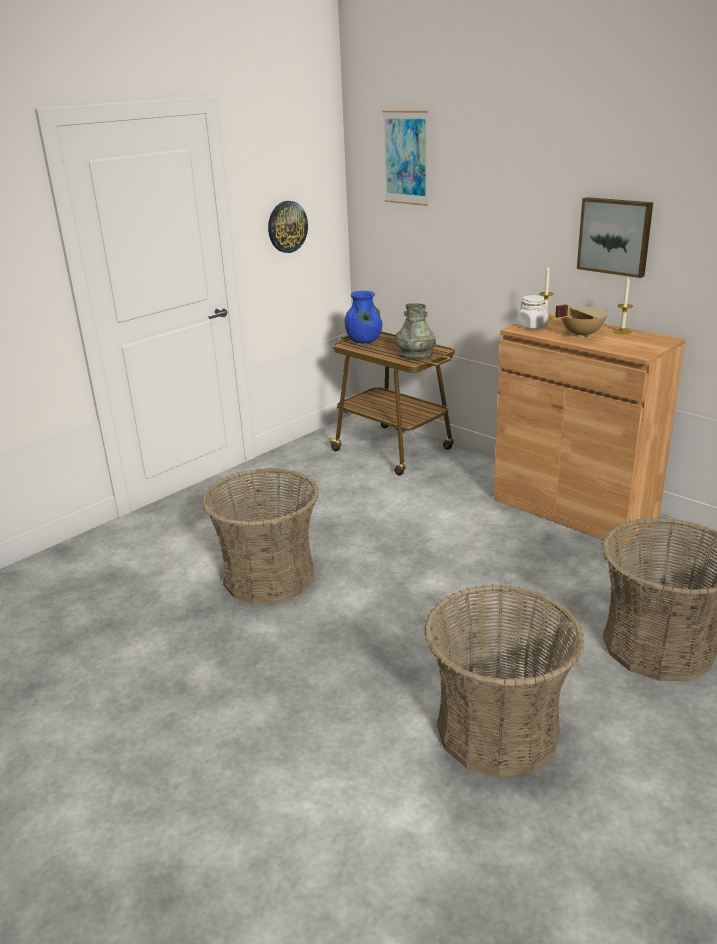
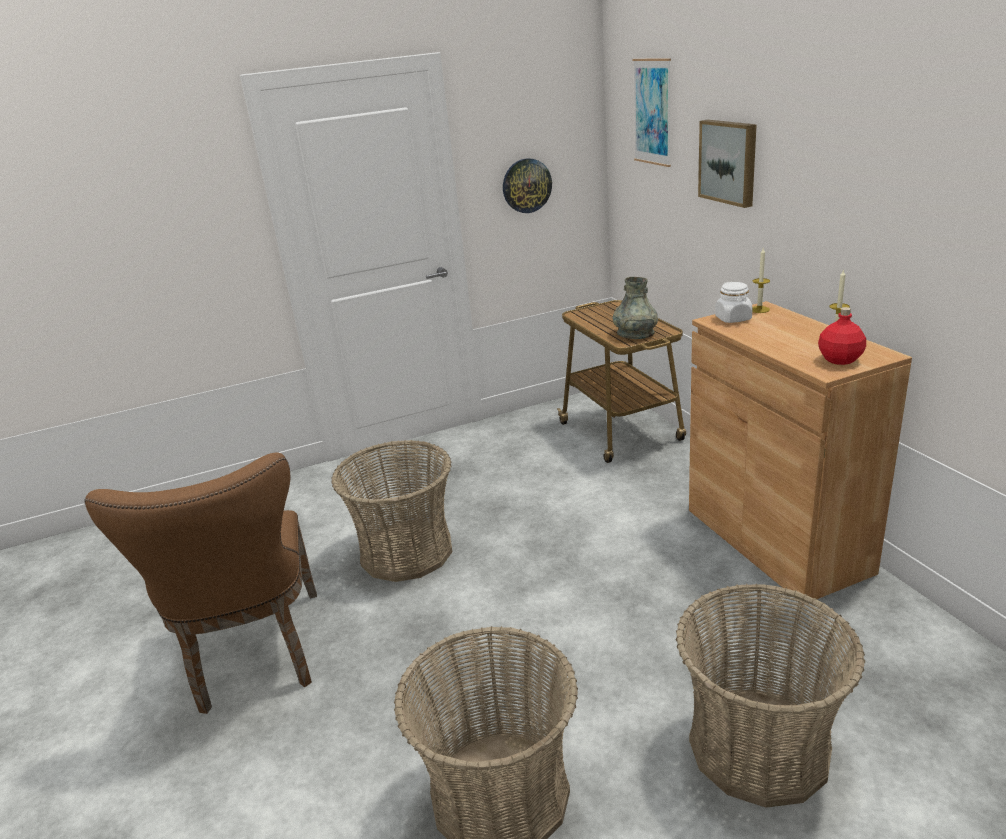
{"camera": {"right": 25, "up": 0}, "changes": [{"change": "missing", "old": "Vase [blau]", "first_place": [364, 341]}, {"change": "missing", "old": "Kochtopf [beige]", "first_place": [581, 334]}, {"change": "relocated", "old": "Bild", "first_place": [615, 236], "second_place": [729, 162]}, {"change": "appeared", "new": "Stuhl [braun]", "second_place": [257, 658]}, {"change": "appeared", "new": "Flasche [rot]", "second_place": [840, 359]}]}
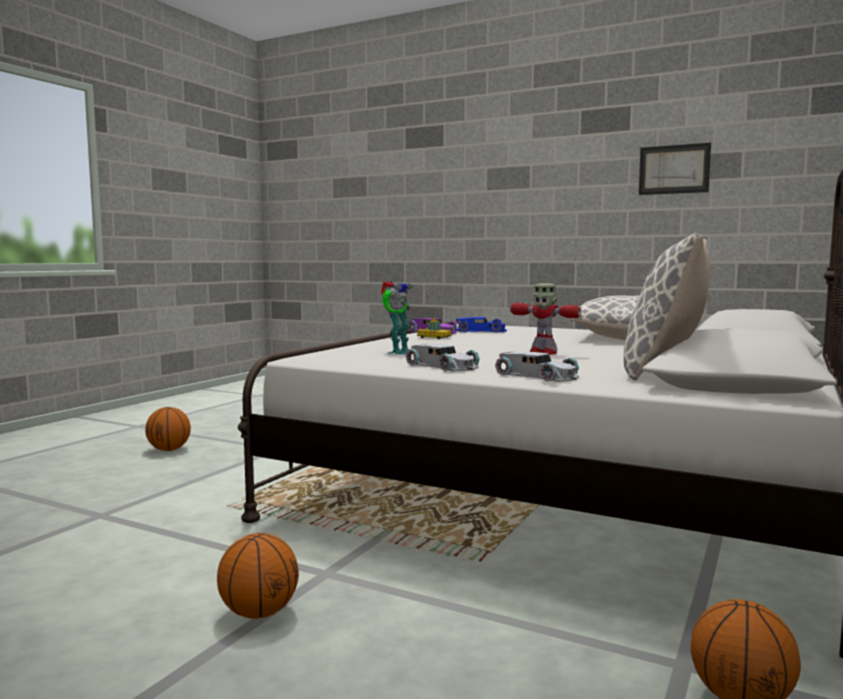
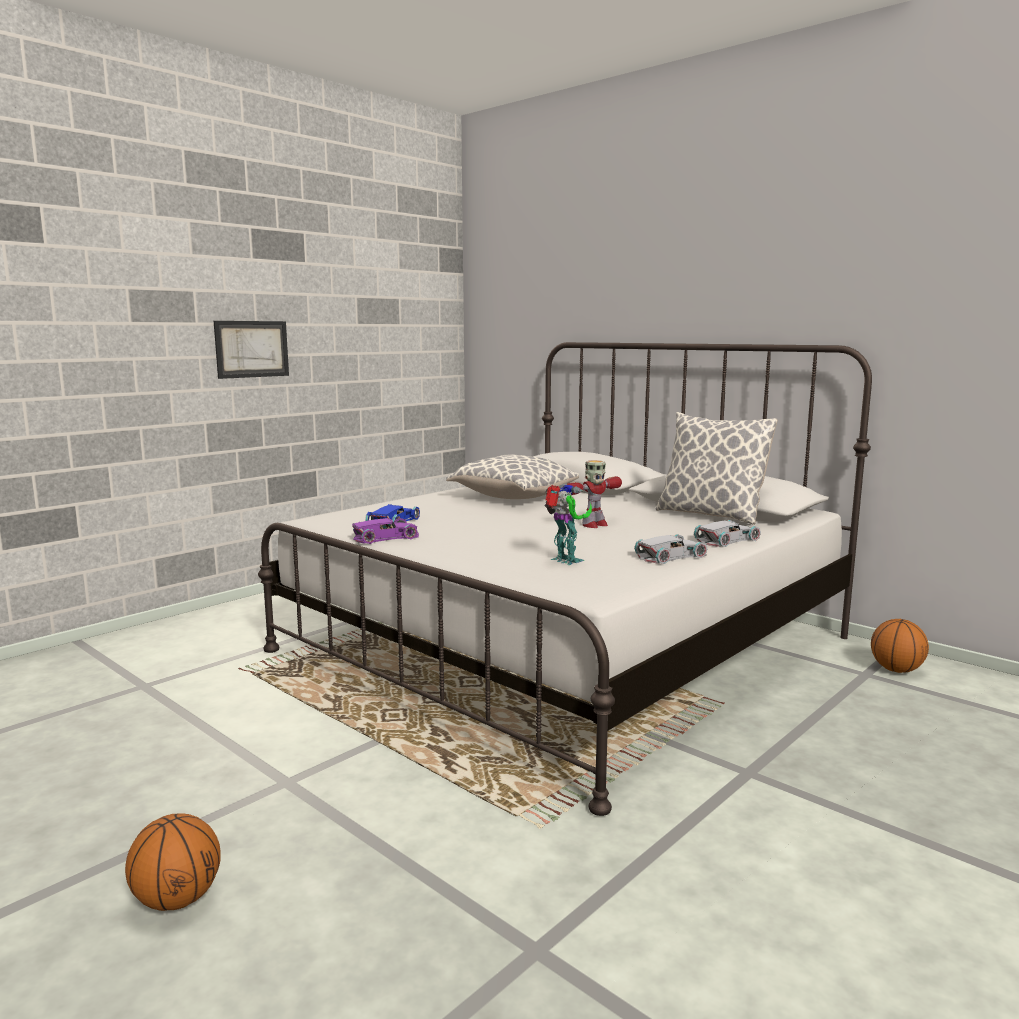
{"camera": {"right": -75, "up": 5}, "changes": [{"change": "missing", "old": "Basketball", "first_place": [259, 613]}, {"change": "missing", "old": "Spielzeugauto", "first_place": [434, 337]}, {"change": "relocated", "old": "Bild", "first_place": [674, 169], "second_place": [252, 349]}]}
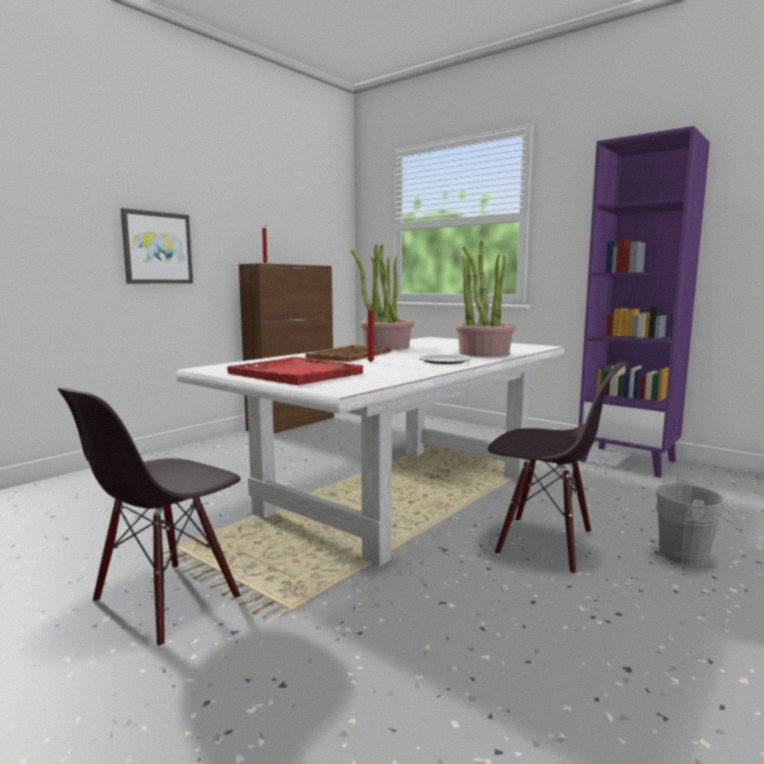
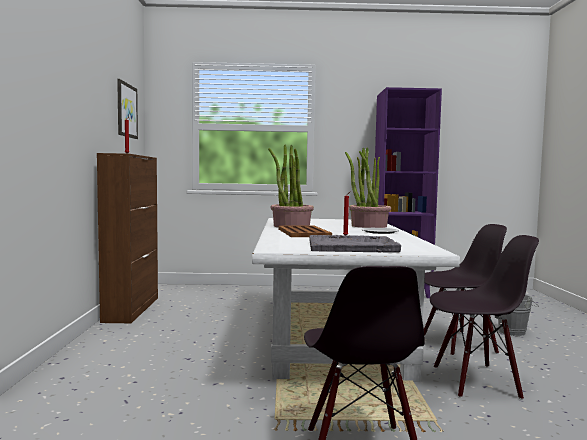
{"camera": {"right": -40, "up": -5}, "changes": [{"change": "relocated", "old": "Bild", "first_place": [157, 248], "second_place": [126, 110]}, {"change": "colour", "old": "Tablett [rot]", "new": "Tablett [grau]", "first_place": [296, 373], "second_place": [352, 246]}, {"change": "appeared", "new": "Stuhl [schwarz]", "second_place": [475, 381]}]}
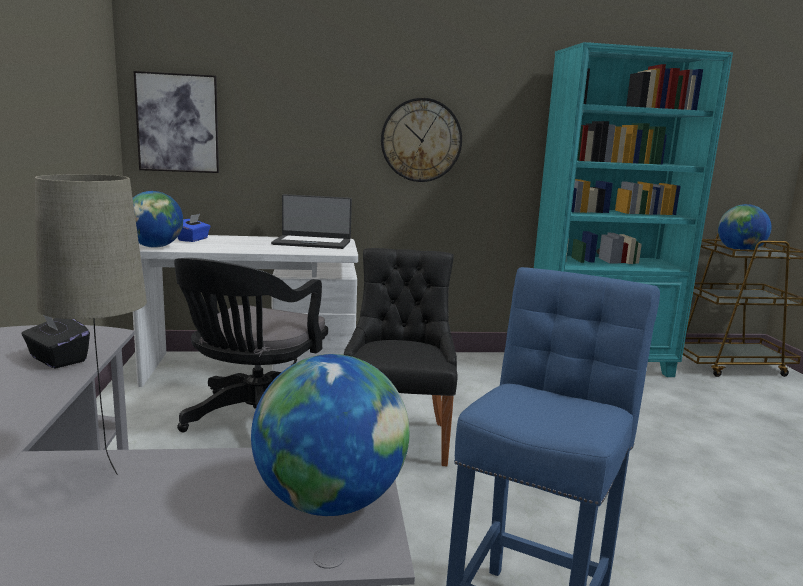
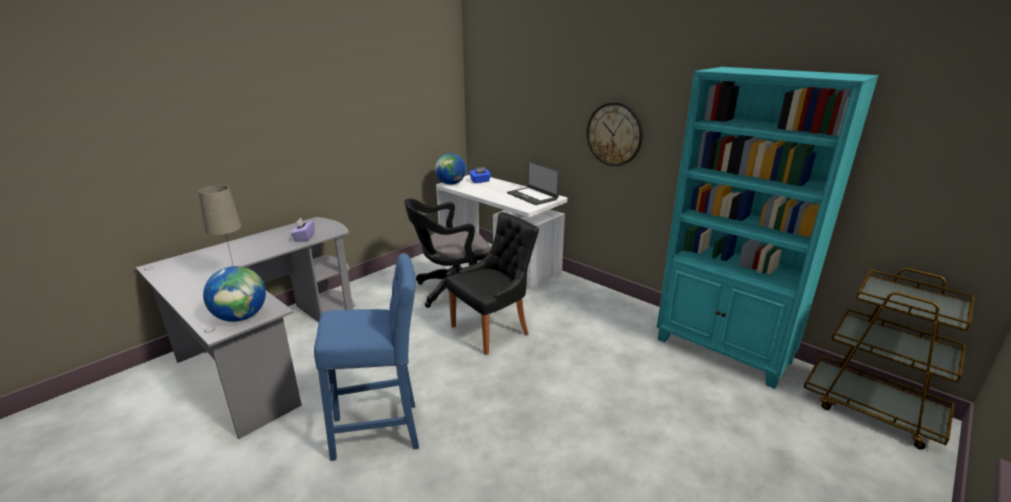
{"camera": {"right": 50, "up": 10}, "changes": [{"change": "colour", "old": "Taschentuchbox [schwarz]", "new": "Taschentuchbox [lila]", "first_place": [57, 359], "second_place": [304, 237]}, {"change": "missing", "old": "Bild", "first_place": [178, 123]}, {"change": "missing", "old": "Globus", "first_place": [739, 251]}]}
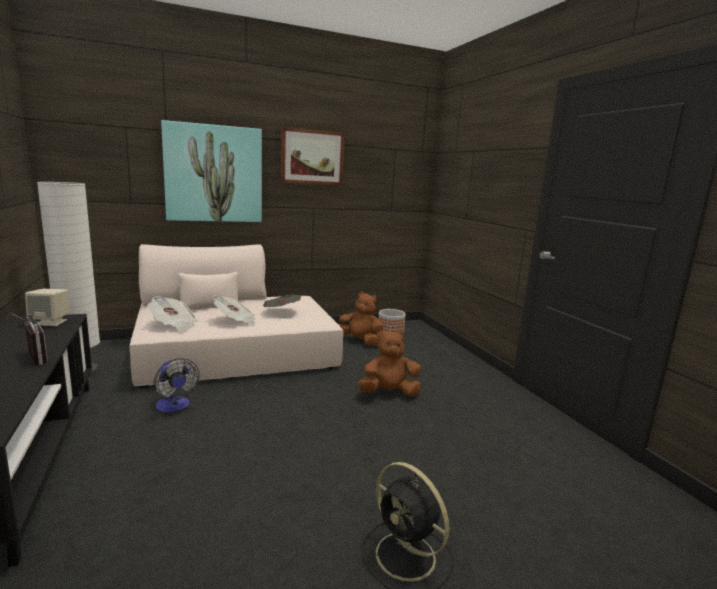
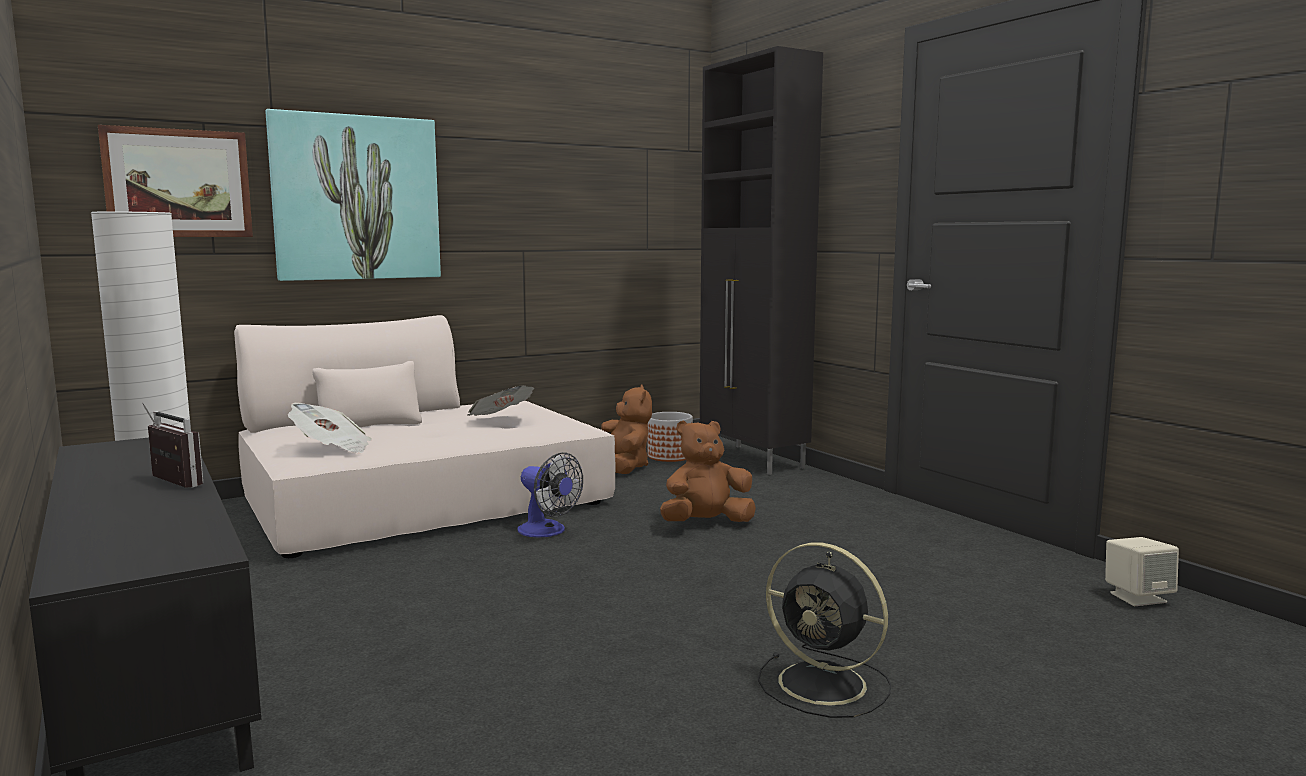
{"camera": {"right": -10, "up": -5}, "changes": [{"change": "relocated", "old": "Lautsprecher [beige]", "first_place": [51, 322], "second_place": [1137, 597]}, {"change": "relocated", "old": "Ventilator", "first_place": [174, 407], "second_place": [547, 531]}, {"change": "missing", "old": "Zeitung", "first_place": [235, 321]}, {"change": "relocated", "old": "Bild", "first_place": [312, 157], "second_place": [178, 183]}, {"change": "spun", "old": "Plüschtier [braun]", "first_place": [359, 341], "second_place": [623, 467], "degrees": 60}, {"change": "appeared", "new": "Schrank [schwarz]", "second_place": [753, 460]}]}
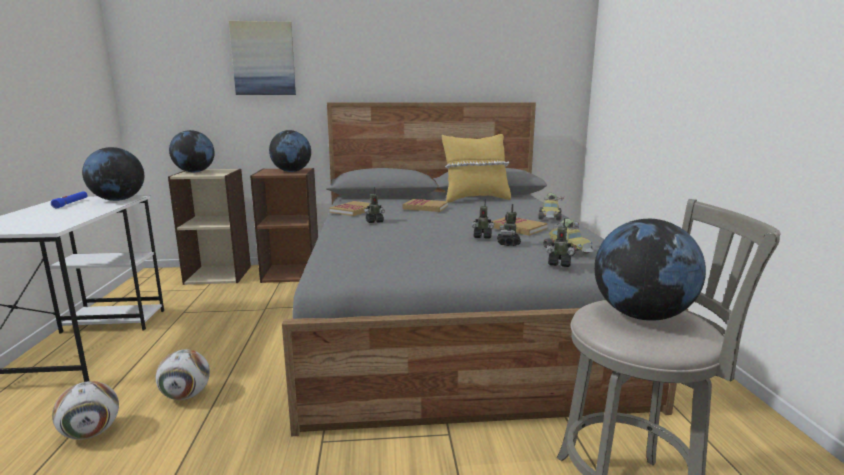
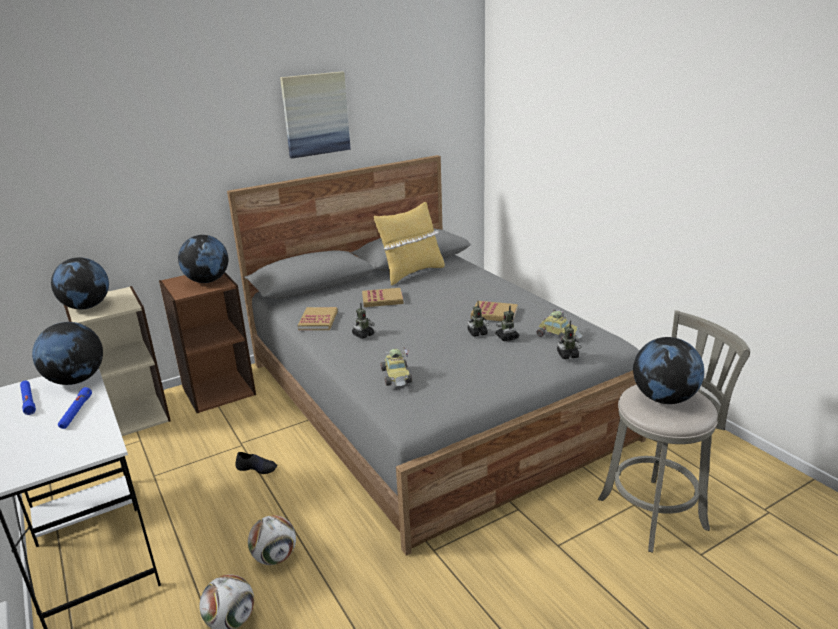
{"camera": {"right": -25, "up": 10}, "changes": [{"change": "relocated", "old": "Bild", "first_place": [263, 59], "second_place": [315, 114]}, {"change": "relocated", "old": "Spielzeugauto", "first_place": [550, 217], "second_place": [397, 376]}, {"change": "appeared", "new": "Taschenlampe [blau]", "second_place": [76, 412]}, {"change": "appeared", "new": "Schuh [schwarz]", "second_place": [257, 468]}]}
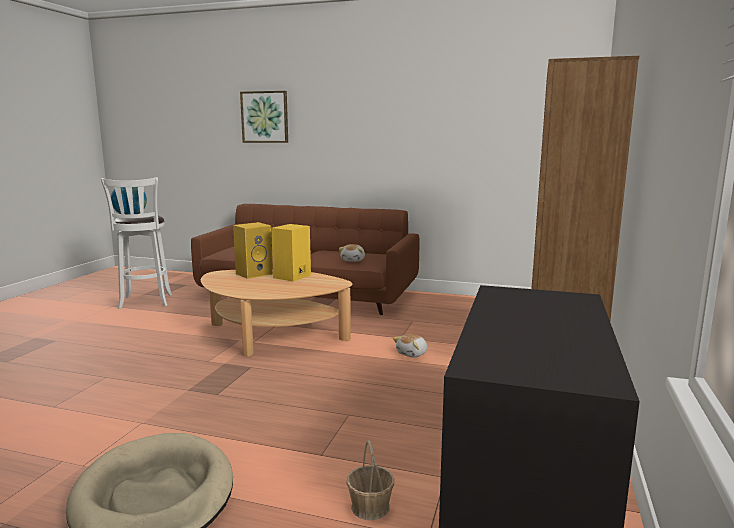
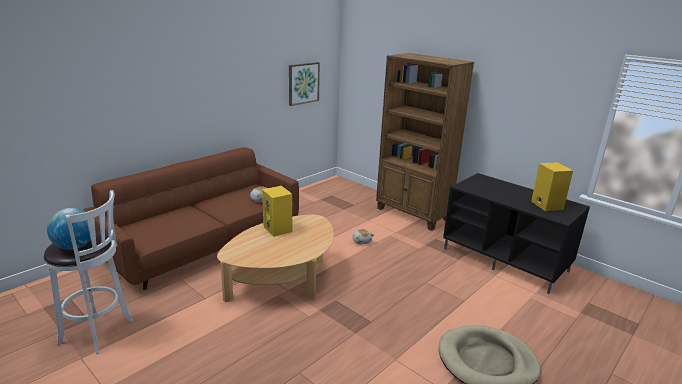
{"camera": {"right": -65, "up": 10}, "changes": [{"change": "relocated", "old": "Lautsprecher [gelb]", "first_place": [254, 273], "second_place": [546, 205]}, {"change": "relocated", "old": "Bild", "first_place": [265, 117], "second_place": [303, 83]}, {"change": "missing", "old": "Korb", "first_place": [370, 507]}]}
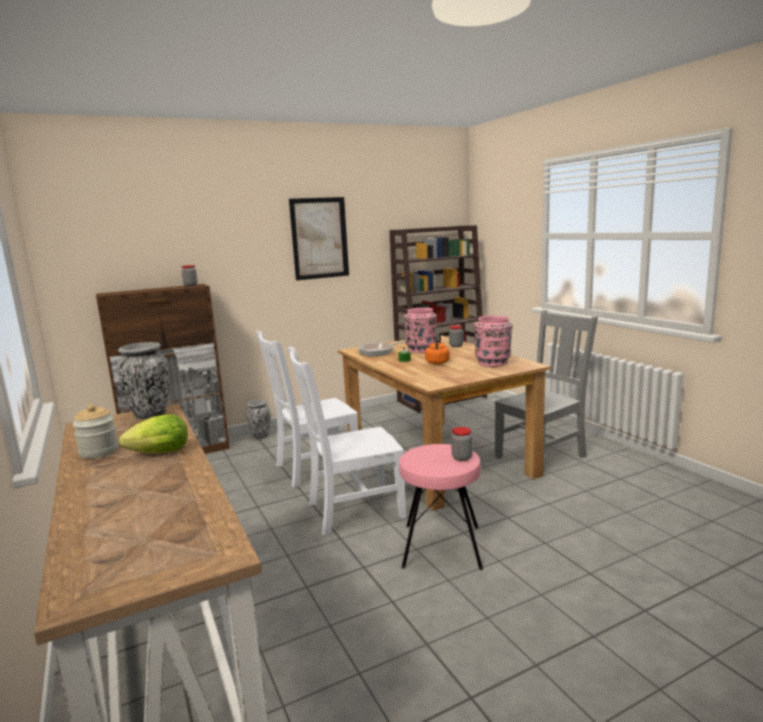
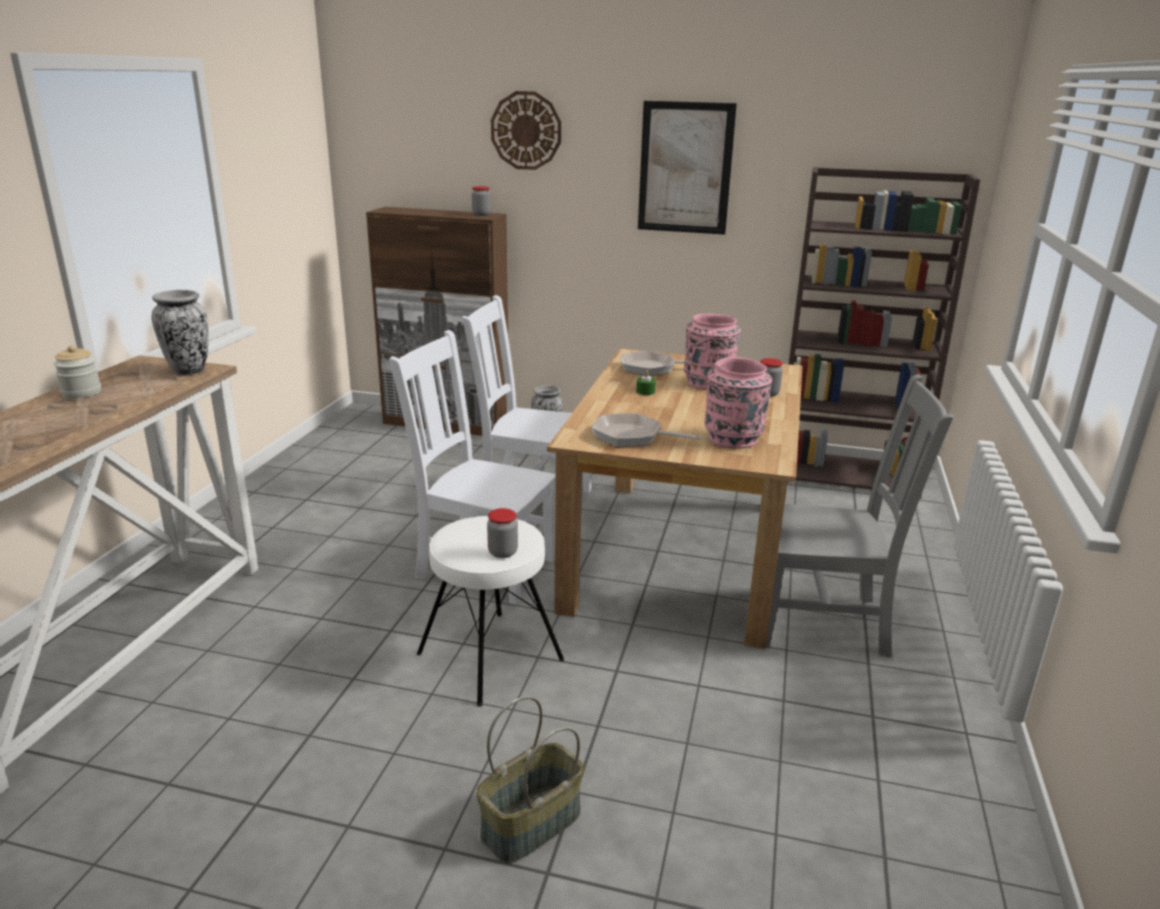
{"camera": {"right": 40, "up": 10}, "changes": [{"change": "missing", "old": "Salatkopf", "first_place": [156, 454]}, {"change": "colour", "old": "Hocker [rosa]", "new": "Hocker [weiß]", "first_place": [442, 546], "second_place": [491, 656]}, {"change": "missing", "old": "Wasserkessel [orange]", "first_place": [438, 362]}, {"change": "appeared", "new": "Korb", "second_place": [531, 825]}, {"change": "appeared", "new": "Wanduhr", "second_place": [526, 130]}, {"change": "appeared", "new": "Pfanne", "second_place": [632, 436]}]}
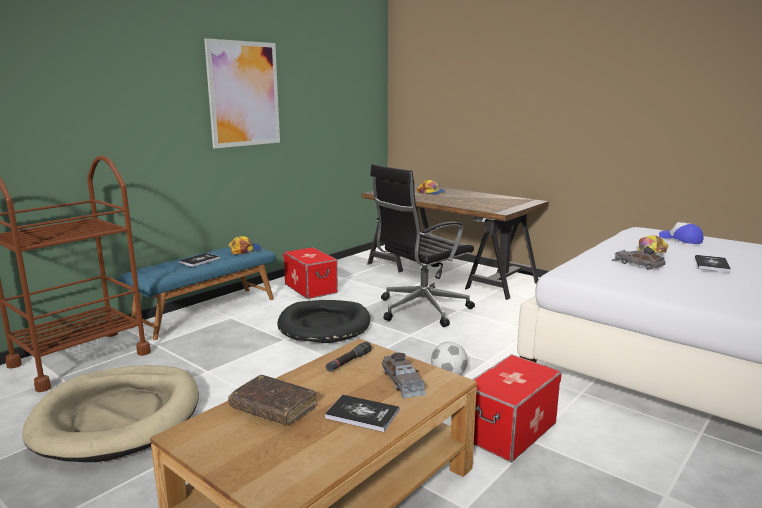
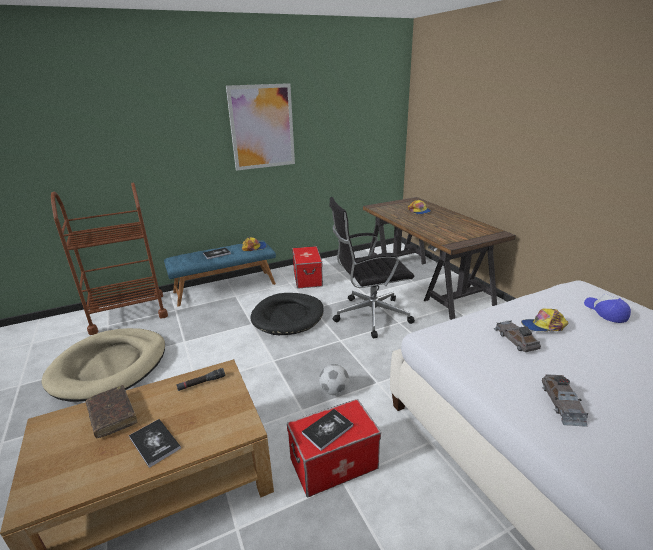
{"camera": {"right": 25, "up": 10}, "changes": [{"change": "relocated", "old": "Spielzeugauto [grau]", "first_place": [402, 381], "second_place": [562, 404]}, {"change": "relocated", "old": "Buch", "first_place": [711, 264], "second_place": [327, 429]}]}
